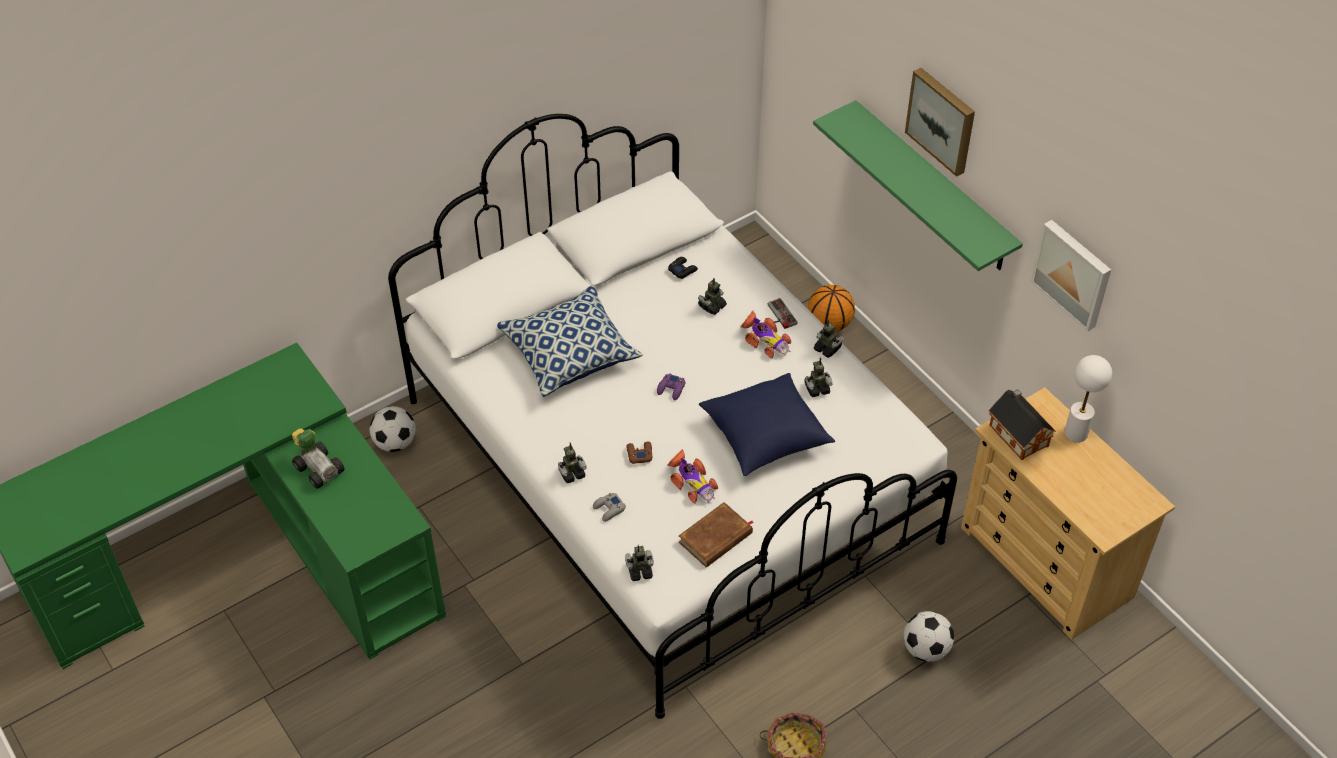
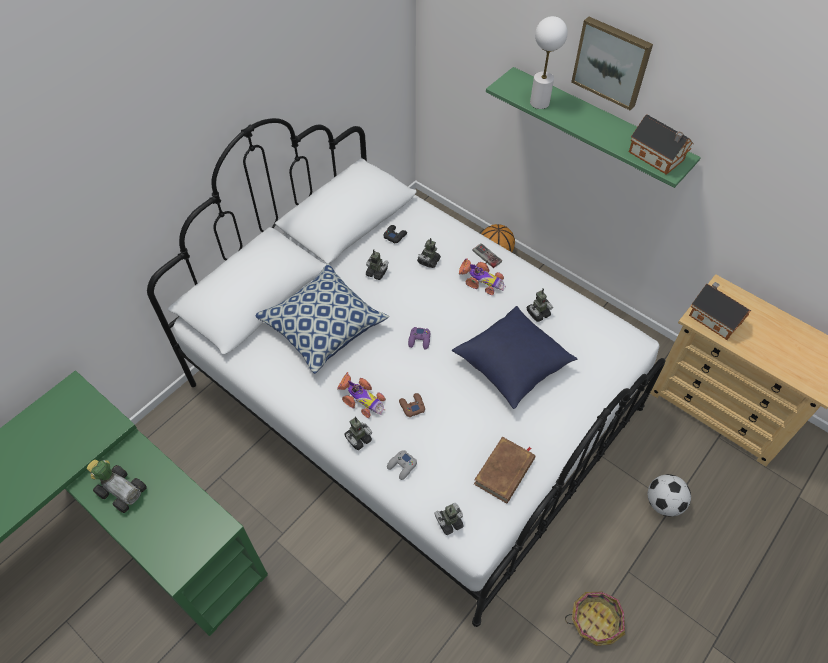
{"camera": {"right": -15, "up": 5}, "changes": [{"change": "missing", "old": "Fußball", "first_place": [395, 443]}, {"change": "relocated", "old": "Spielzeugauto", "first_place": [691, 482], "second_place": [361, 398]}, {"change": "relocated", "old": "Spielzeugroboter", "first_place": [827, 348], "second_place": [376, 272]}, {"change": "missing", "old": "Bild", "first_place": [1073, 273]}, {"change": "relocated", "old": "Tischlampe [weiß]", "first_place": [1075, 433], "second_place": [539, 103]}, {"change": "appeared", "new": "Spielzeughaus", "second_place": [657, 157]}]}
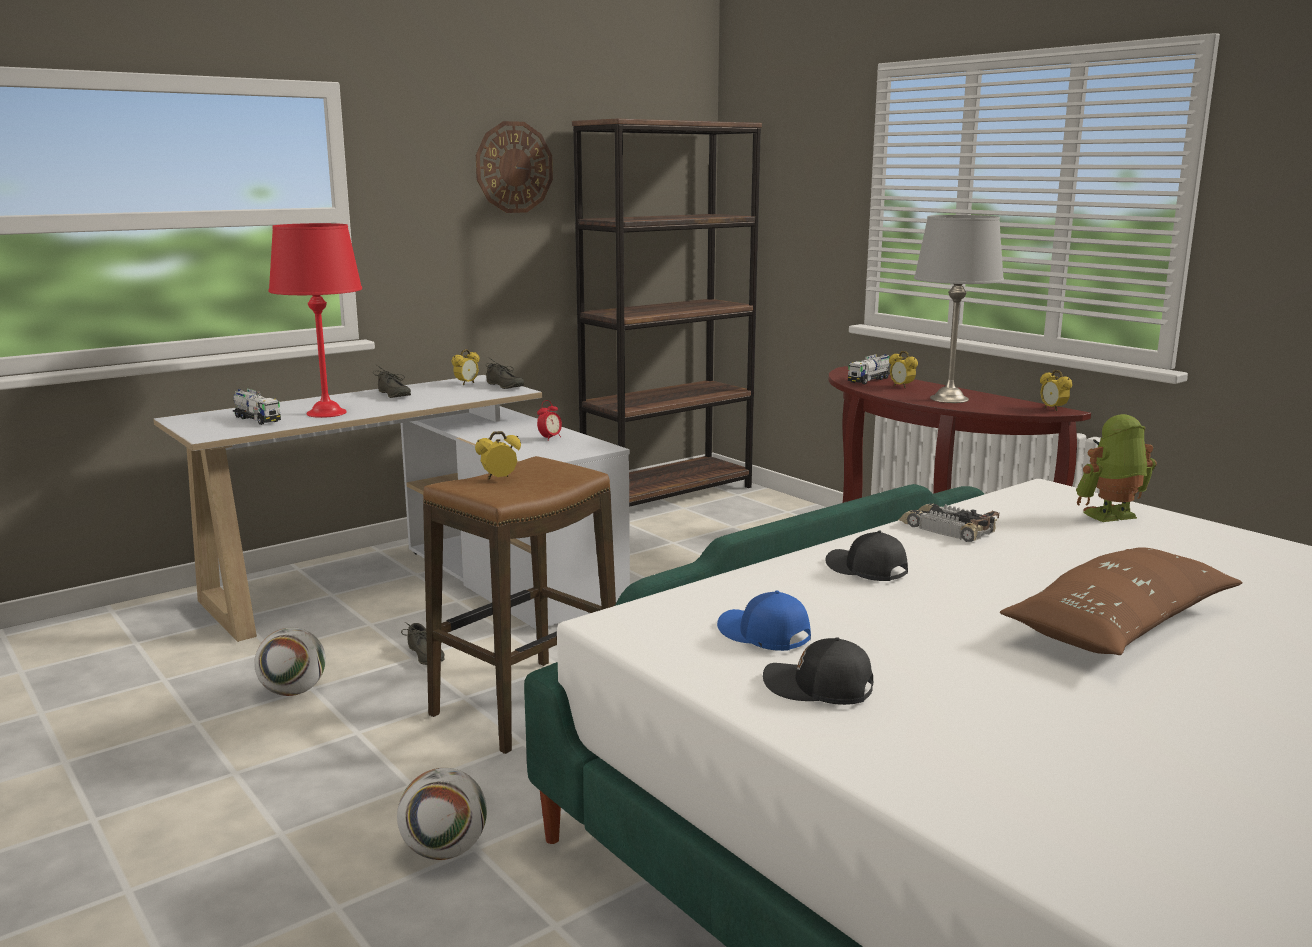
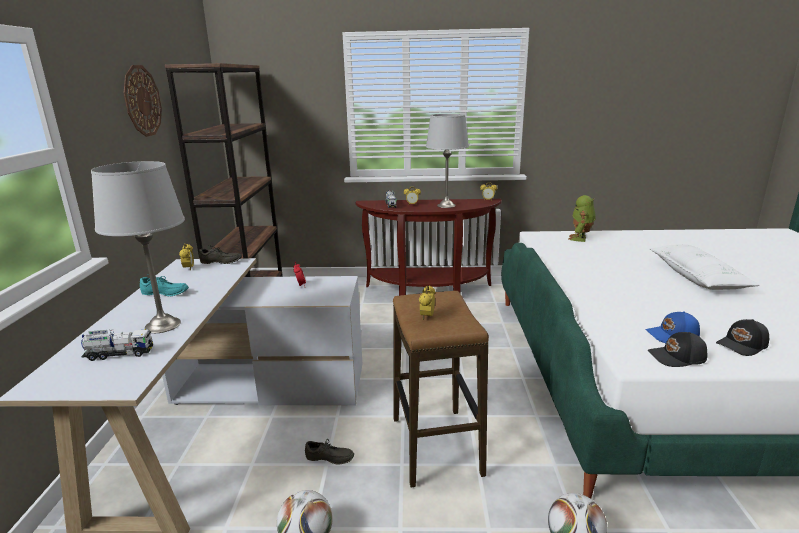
{"camera": {"right": -50, "up": 5}, "changes": [{"change": "colour", "old": "Tischlampe [rot]", "new": "Tischlampe [grau]", "first_place": [326, 413], "second_place": [162, 325]}, {"change": "colour", "old": "Schuh [grau]", "new": "Schuh [türkis]", "first_place": [392, 395], "second_place": [164, 294]}, {"change": "relocated", "old": "Kappe [schwarz]", "first_place": [866, 570], "second_place": [677, 358]}, {"change": "missing", "old": "Spielzeugauto", "first_place": [946, 529]}, {"change": "colour", "old": "Kissen [braun]", "new": "Kissen [weiß]", "first_place": [1120, 625], "second_place": [697, 277]}]}
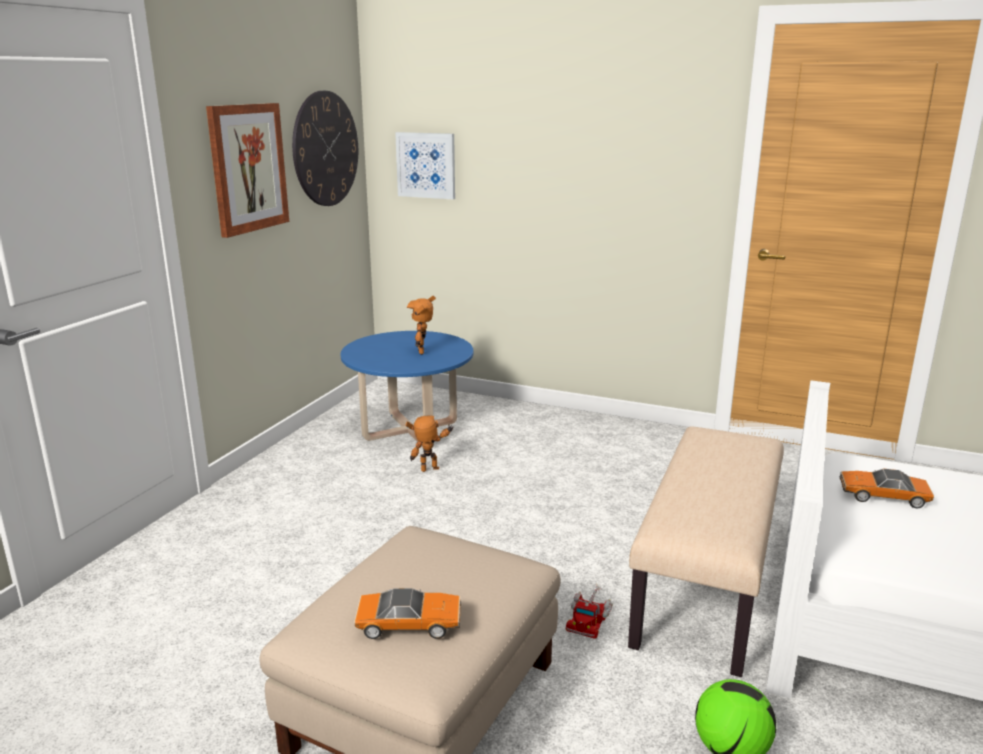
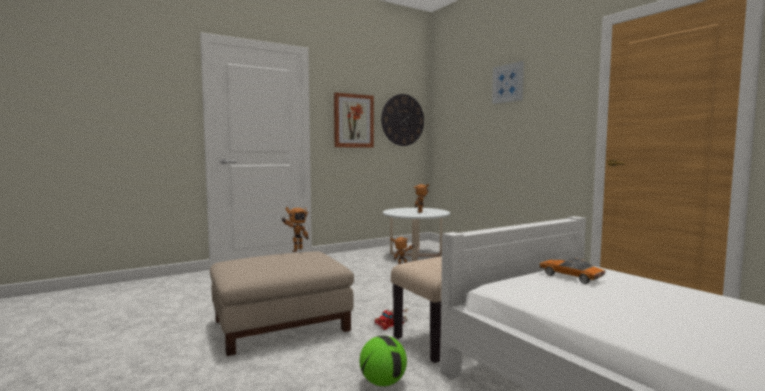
{"camera": {"right": 35, "up": -15}, "changes": [{"change": "colour", "old": "Couchtisch [blau]", "new": "Couchtisch [weiß]", "first_place": [410, 430], "second_place": [415, 255]}, {"change": "missing", "old": "Spielzeugauto", "first_place": [409, 624]}, {"change": "relocated", "old": "Bild", "first_place": [426, 165], "second_place": [508, 83]}, {"change": "appeared", "new": "Spielzeugroboter", "second_place": [295, 250]}]}
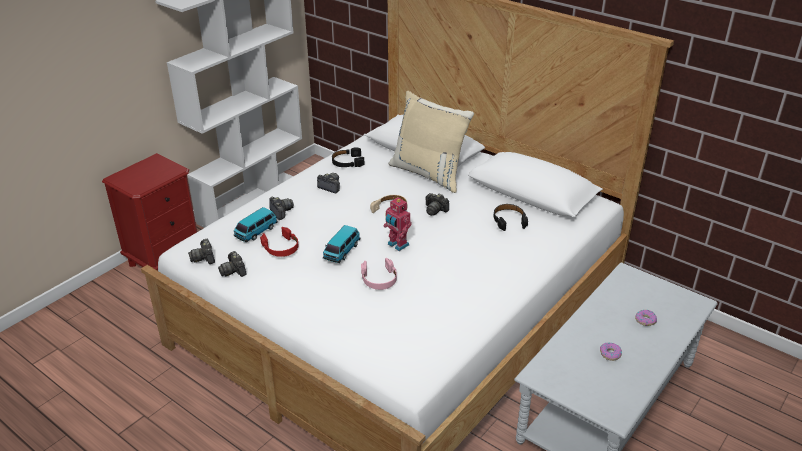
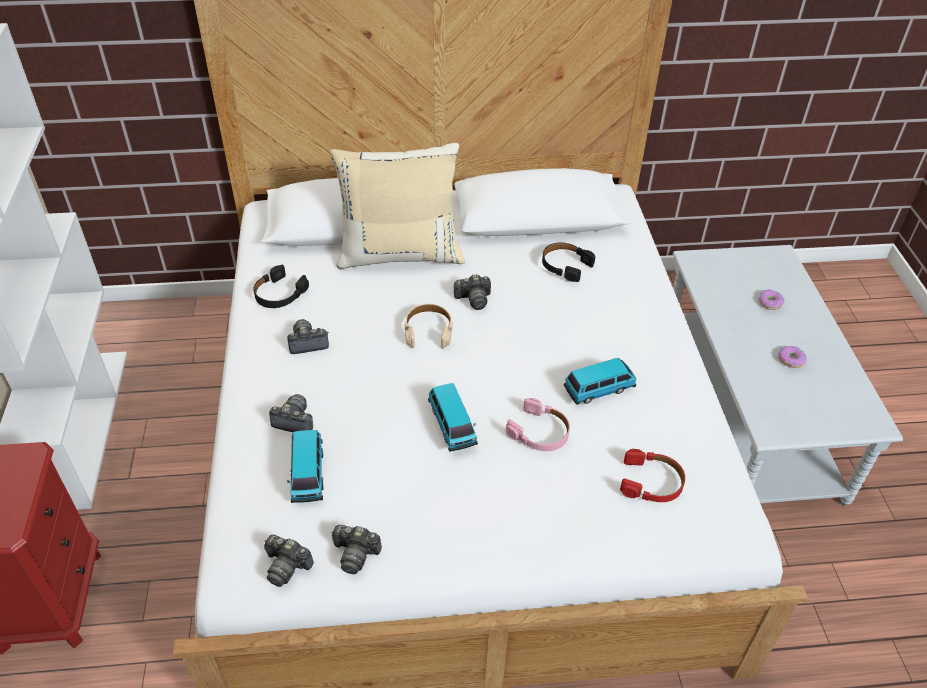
{"camera": {"right": -45, "up": 10}, "changes": [{"change": "relocated", "old": "Kopfhörer [rot]", "first_place": [281, 247], "second_place": [651, 482]}, {"change": "missing", "old": "Spielzeugroboter", "first_place": [397, 245]}, {"change": "appeared", "new": "Spielzeugauto", "second_place": [599, 389]}]}
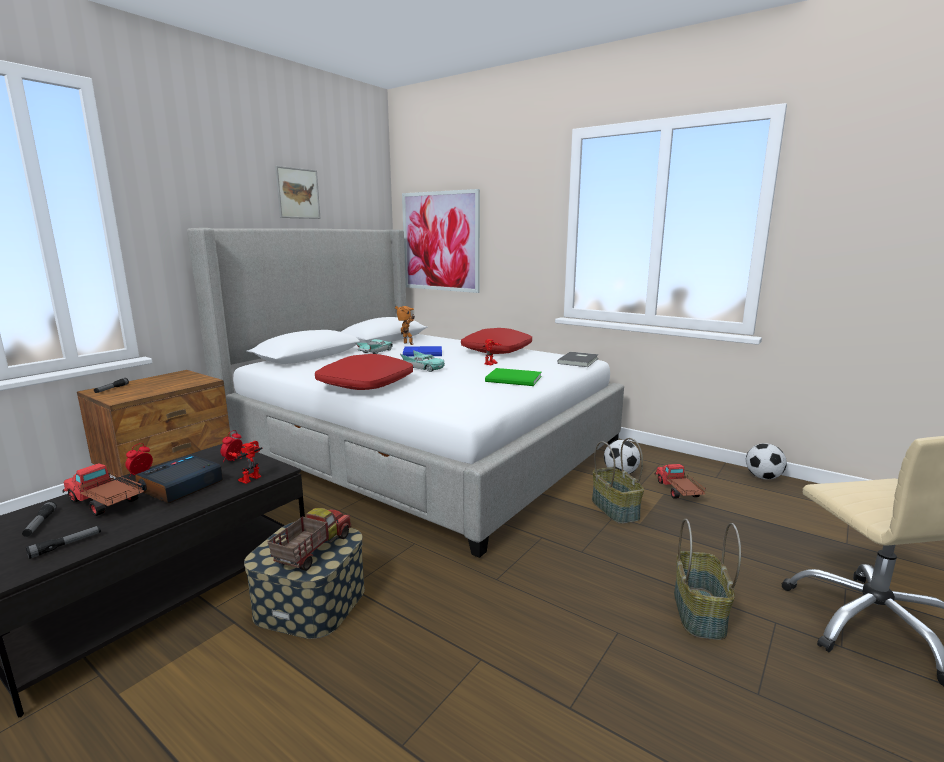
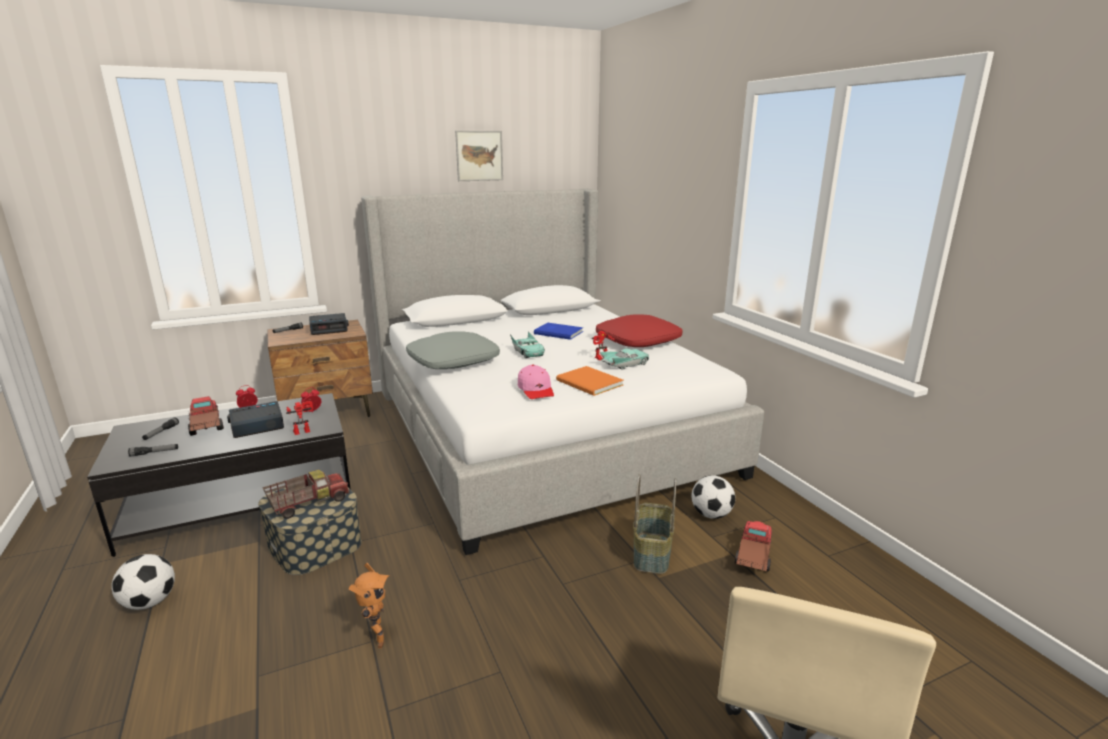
{"camera": {"right": 30, "up": 5}, "changes": [{"change": "colour", "old": "Kissen [rot]", "new": "Kissen [grau]", "first_place": [365, 383], "second_place": [453, 361]}, {"change": "relocated", "old": "Spielzeugauto [türkis]", "first_place": [375, 352], "second_place": [625, 365]}, {"change": "relocated", "old": "Spielzeugroboter", "first_place": [407, 344], "second_place": [375, 640]}, {"change": "missing", "old": "Bild", "first_place": [440, 241]}, {"change": "colour", "old": "Buch [grün]", "new": "Buch [orange]", "first_place": [515, 379], "second_place": [589, 383]}, {"change": "missing", "old": "Buch [grau]", "first_place": [579, 361]}, {"change": "missing", "old": "Korb", "first_place": [697, 612]}, {"change": "relocated", "old": "Fußball", "first_place": [763, 477], "second_place": [149, 602]}, {"change": "appeared", "new": "Wecker", "second_place": [329, 328]}, {"change": "appeared", "new": "Kappe [rosa]", "second_place": [536, 389]}]}
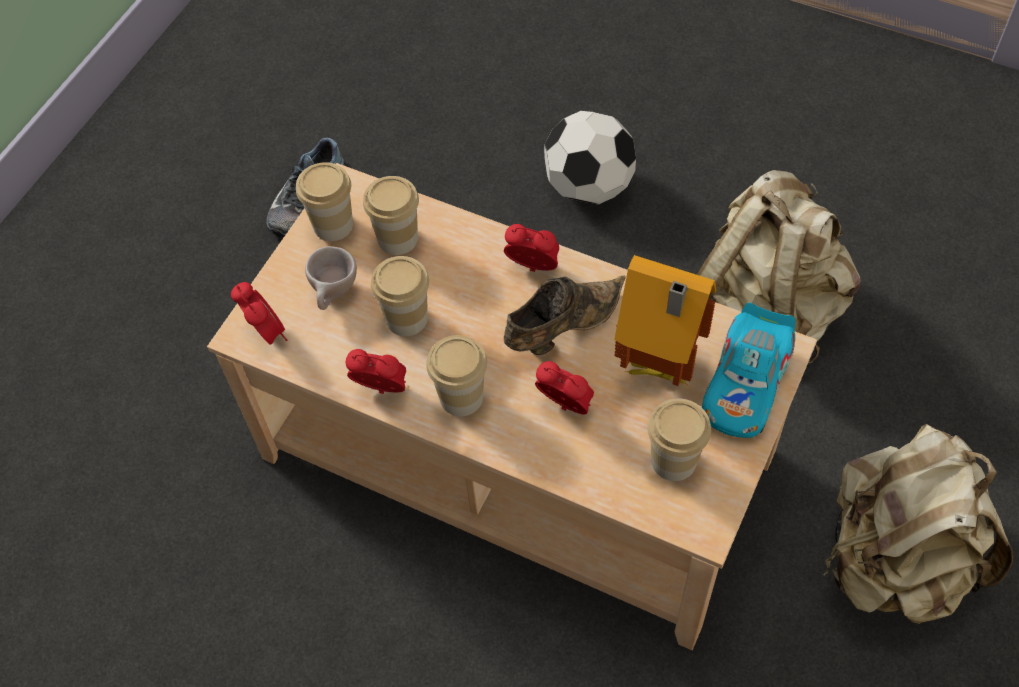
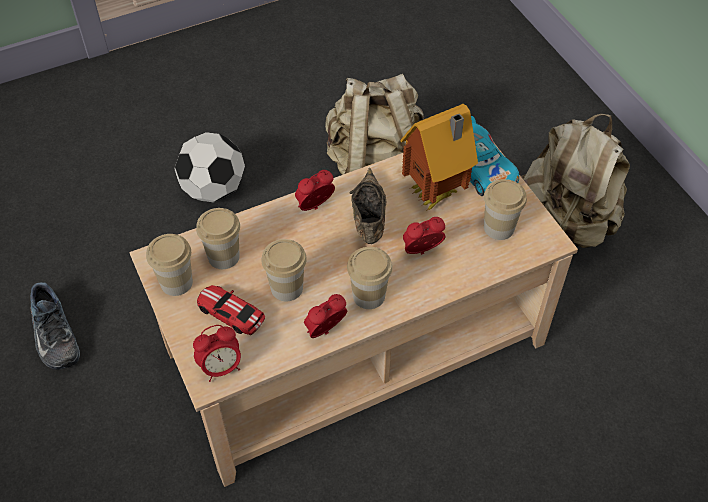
{"camera": {"right": -55, "up": -5}, "changes": [{"change": "spun", "old": "Wecker", "first_place": [266, 333], "second_place": [221, 368], "degrees": 150}, {"change": "exchanged", "old": "Tasse [beige]", "new": "Spielzeugauto", "first_place": [334, 295], "second_place": [230, 314]}]}
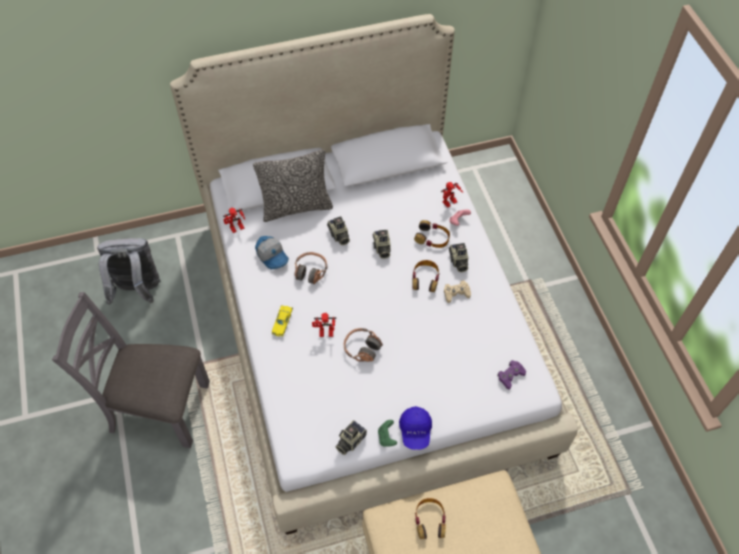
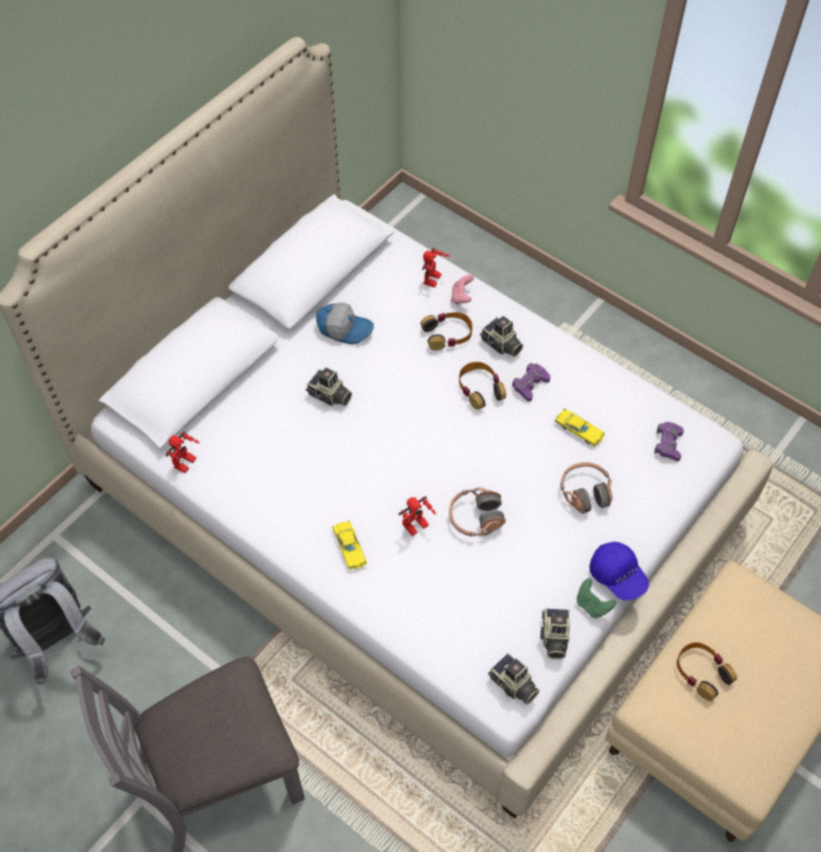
{"camera": {"right": -35, "up": 0}, "changes": [{"change": "missing", "old": "Kissen", "first_place": [296, 207]}, {"change": "relocated", "old": "Kappe", "first_place": [273, 256], "second_place": [345, 328]}, {"change": "relocated", "old": "Kopfhörer", "first_place": [310, 271], "second_place": [585, 492]}, {"change": "relocated", "old": "Kamera", "first_place": [381, 248], "second_place": [513, 686]}, {"change": "colour", "old": "Gamepad [beige]", "new": "Gamepad [lila]", "first_place": [456, 293], "second_place": [530, 384]}, {"change": "appeared", "new": "Spielzeugauto [gelb]", "second_place": [578, 430]}]}
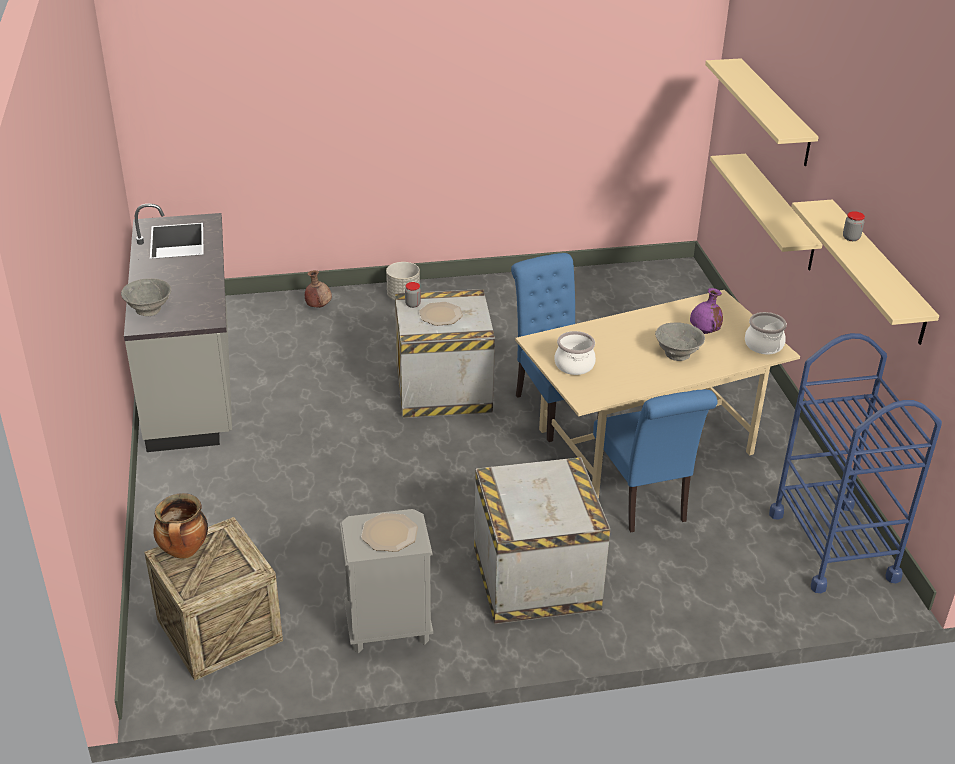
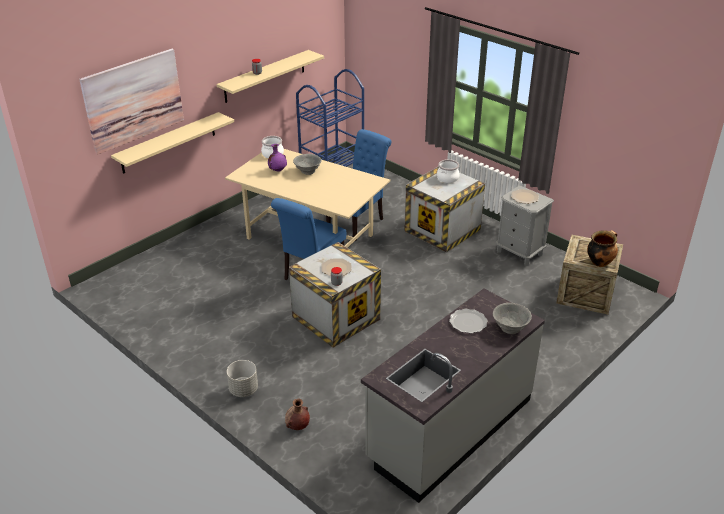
{"camera": {"right": -125, "up": 0}, "changes": [{"change": "relocated", "old": "Kochtopf", "first_place": [574, 365], "second_place": [447, 178]}, {"change": "exchanged", "old": "Wandregal [beige]", "new": "Bild", "first_place": [774, 112], "second_place": [133, 100]}, {"change": "appeared", "new": "Teller", "second_place": [468, 322]}]}
